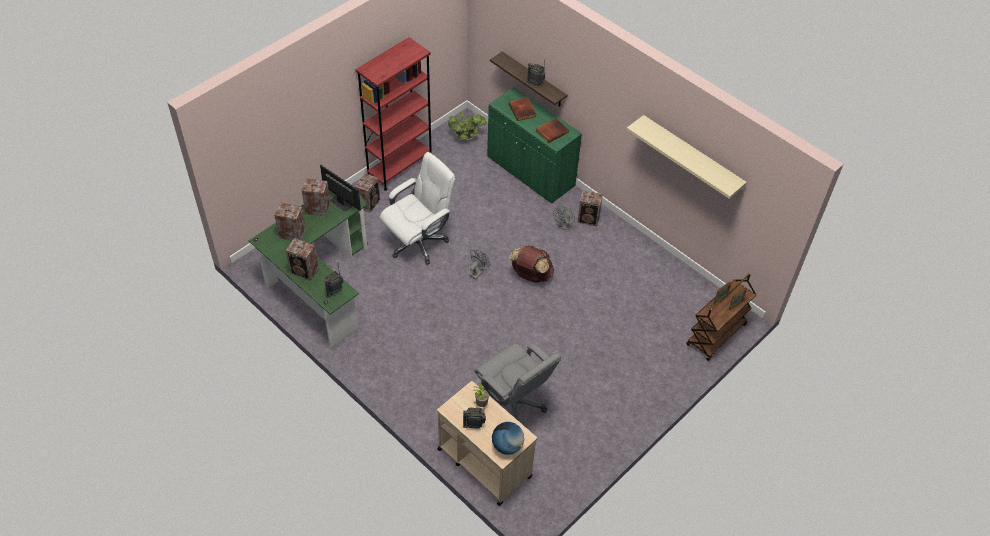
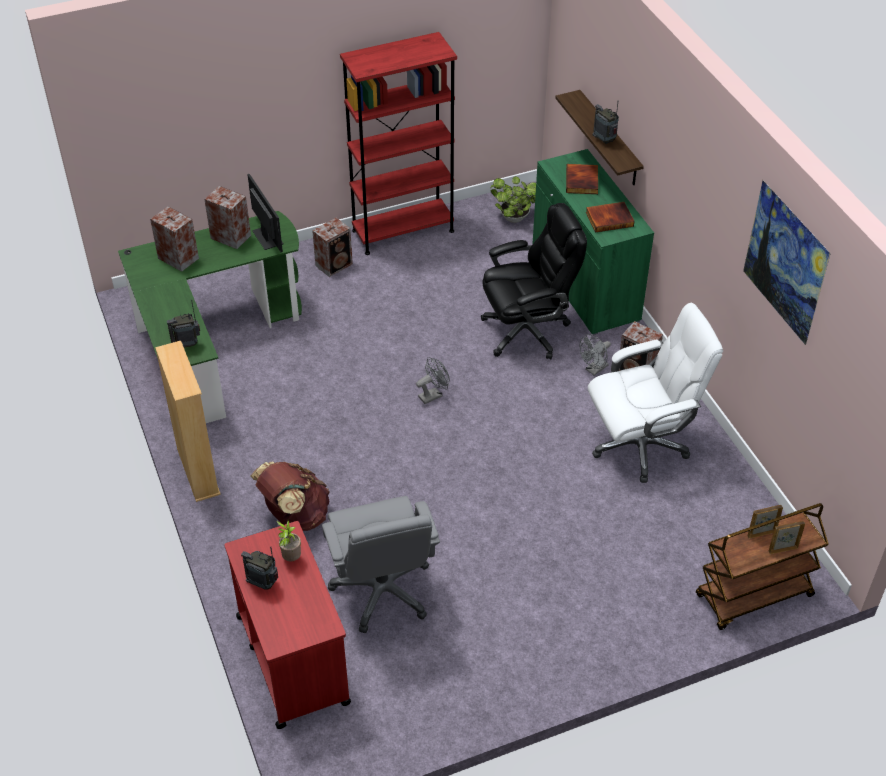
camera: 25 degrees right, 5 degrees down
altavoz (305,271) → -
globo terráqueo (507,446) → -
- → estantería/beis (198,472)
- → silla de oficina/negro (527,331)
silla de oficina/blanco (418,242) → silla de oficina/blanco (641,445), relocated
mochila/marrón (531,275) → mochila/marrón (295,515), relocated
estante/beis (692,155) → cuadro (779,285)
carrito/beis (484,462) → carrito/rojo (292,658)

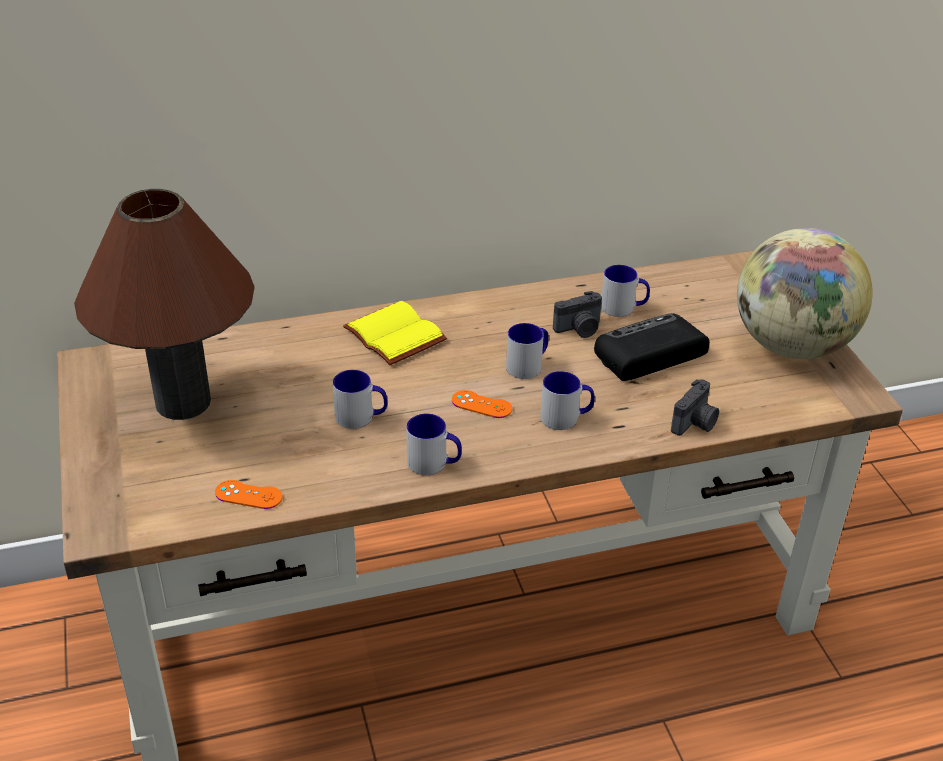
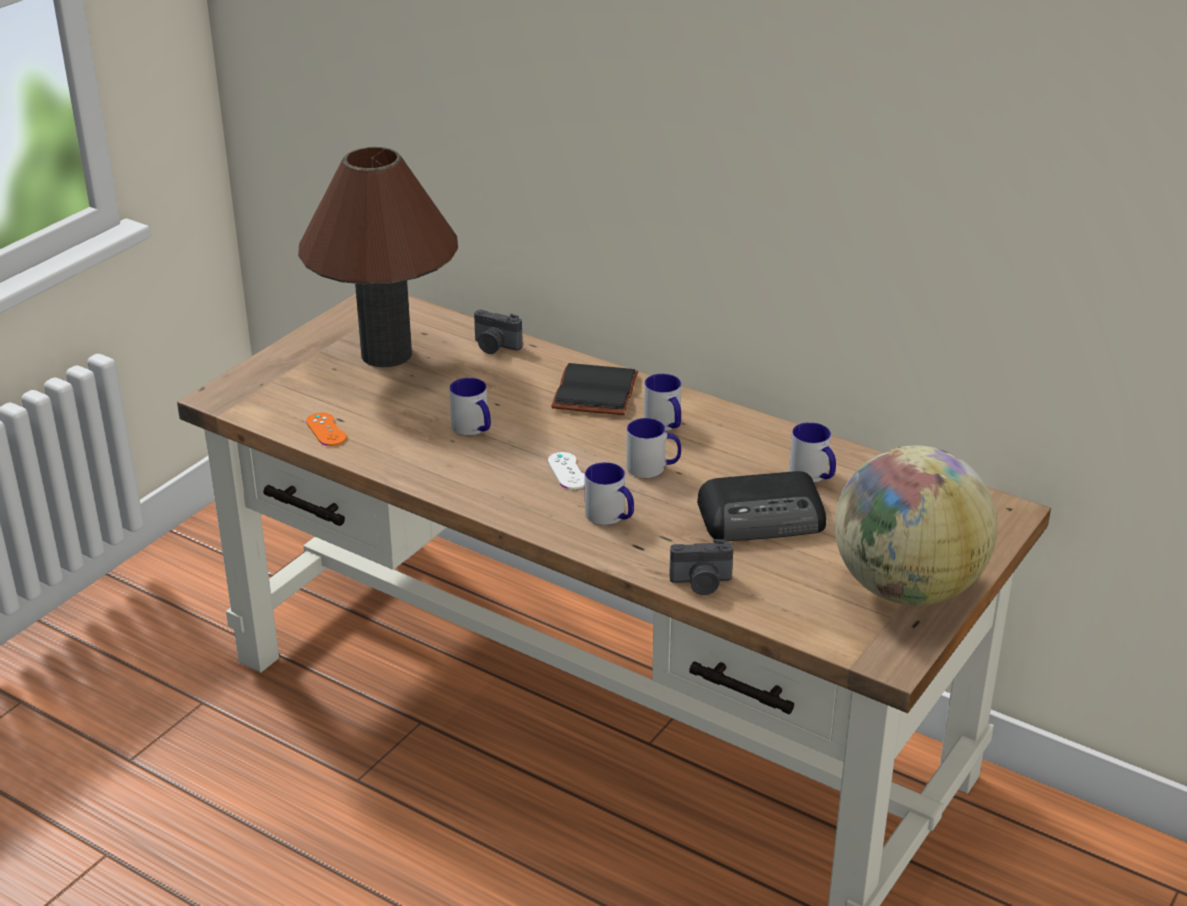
camera: 50 degrees right, 5 degrees down
taza grande (434,463) → taza grande (665,425), relocated
cámara (579,329) → cámara (495,346), relocated
libro/amarillo (391,335) → libro/negro (593,391)
mando de consola/naranja (481,404) → mando de consola/blanco (567,471)
radio (648,354) → radio (764,517), 150 degrees clockwise

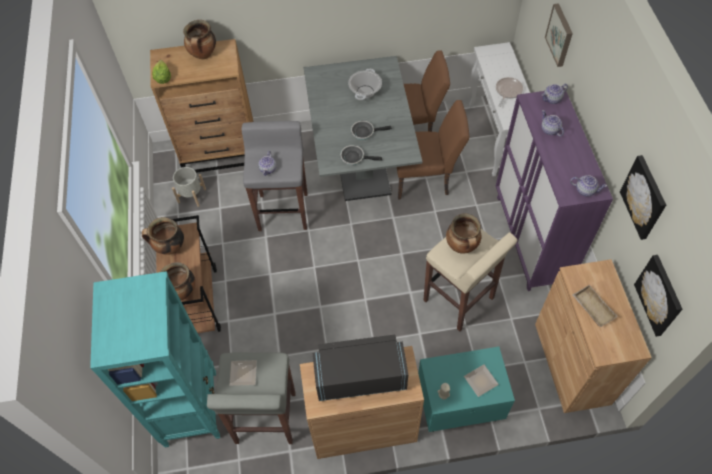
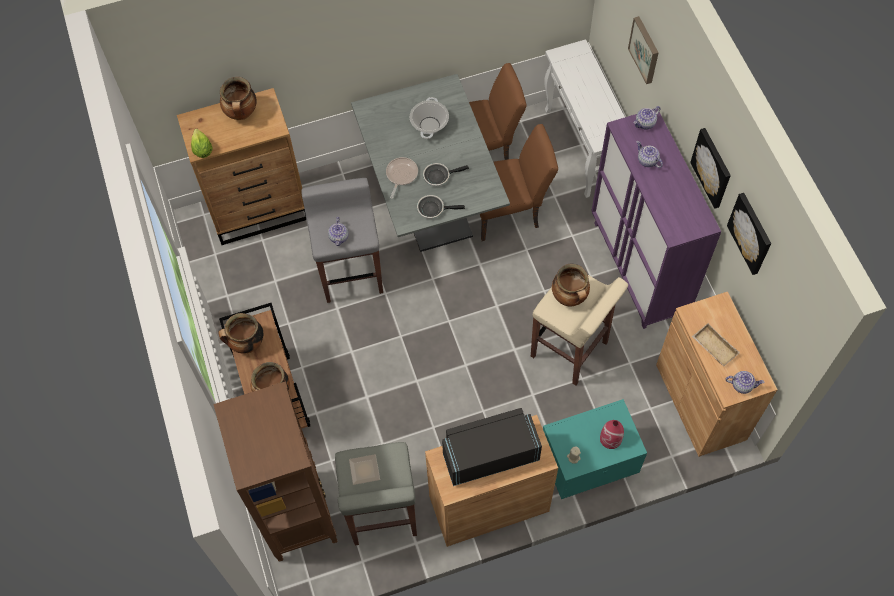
camera: 10 degrees left, 5 degrees up
maceta/gris (191,195) → -
sartén (507,91) → sartén (401,175), relocated
tetera (585,190) → tetera (742,385), relocated
cuadro (660,295) → cuadro (712,167), relocated
plato (482,381) → florero/rojo (611,438)
estantería/turquesa (191,408) → estantería/marrón (298,515)

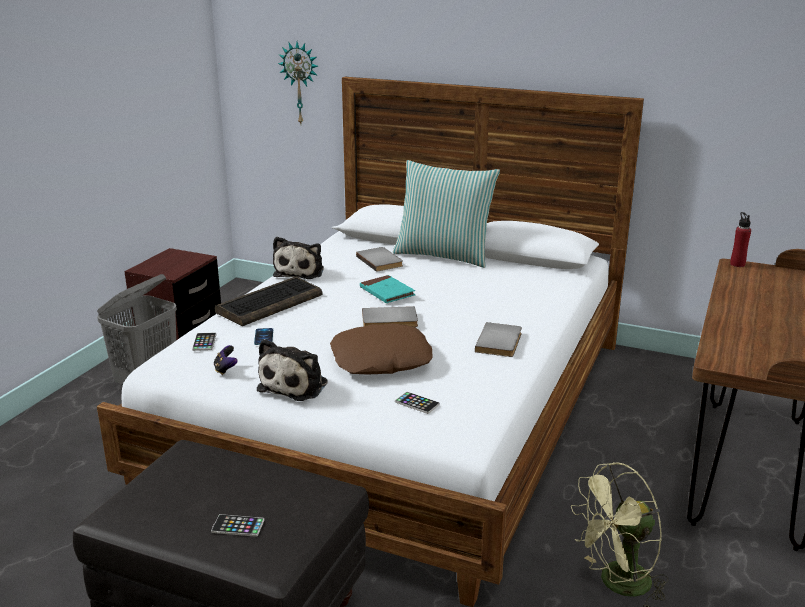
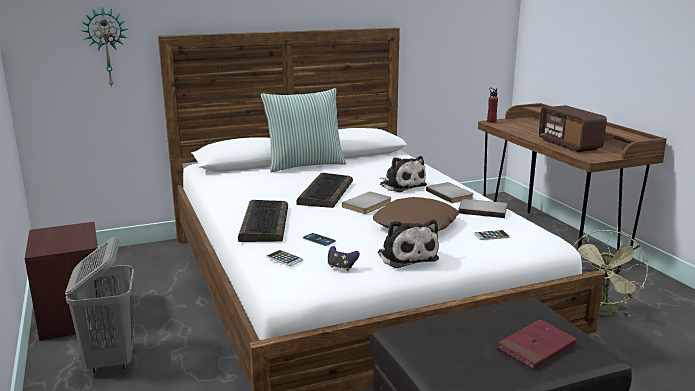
camera: 45 degrees left, 5 degrees down
- → radio (569,144)
peluche (300,271) → peluche (401,185), relocated
libro/gris (381,261) → libro/gris (483,210), relocated
móvil (238,526) → libro/rojo (536,347)
libro/turquesa (387,292) → teclado (325,192)

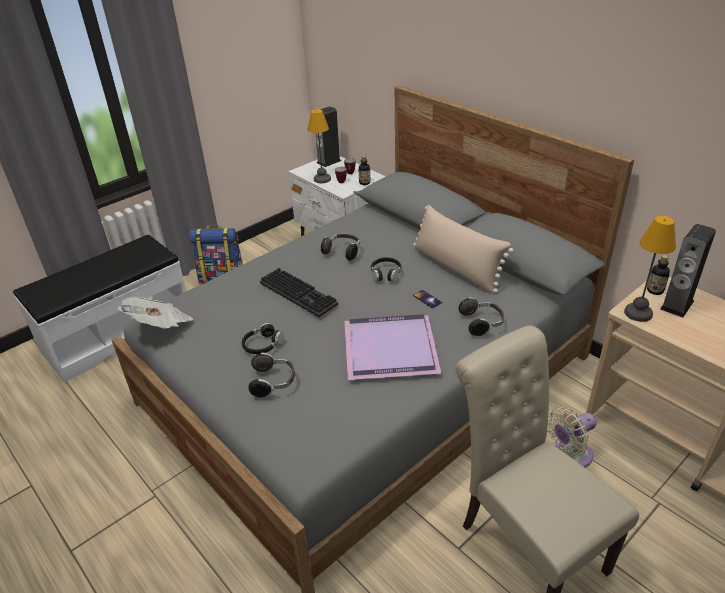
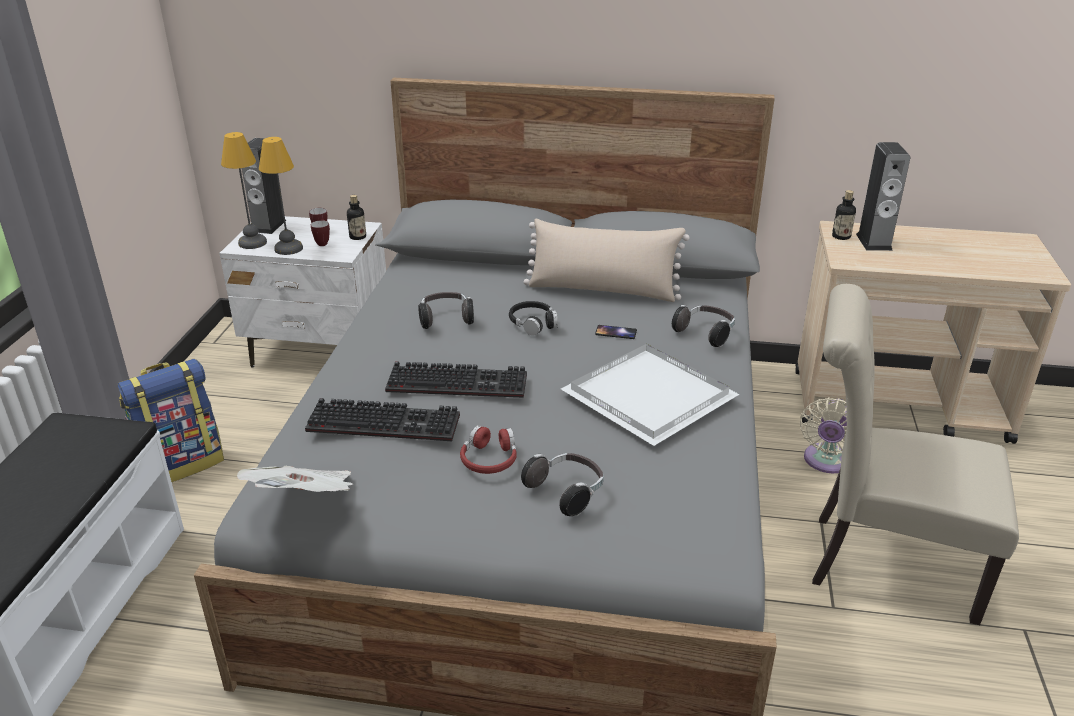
camera: 40 degrees left, 5 degrees down
- → teclado (387,422)
lámpara de mesa (638,313) → lámpara de mesa (252,243), relocated
auriculares/negro (262,345) → auriculares/rojo (489,459)
bandeja/morado (388,348) → bandeja/blanco (645,396)

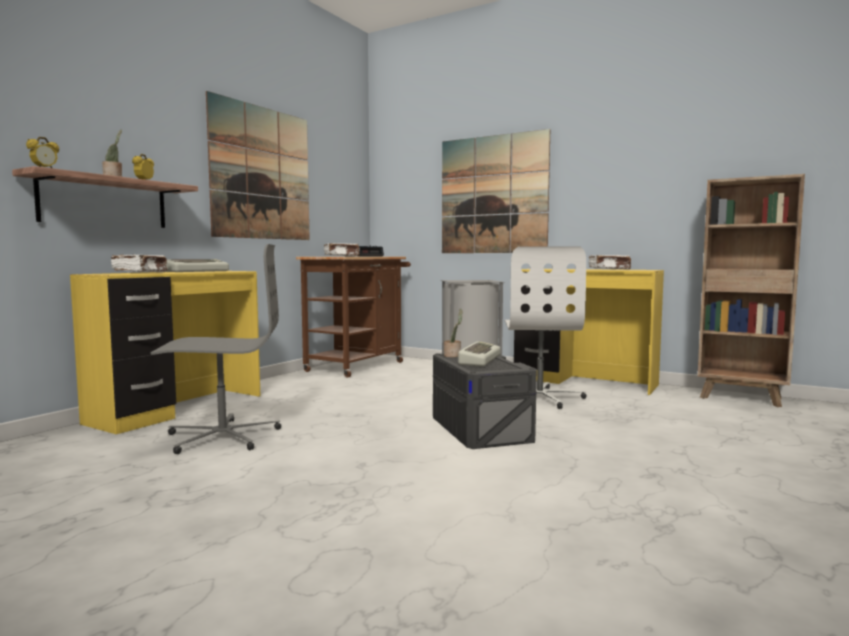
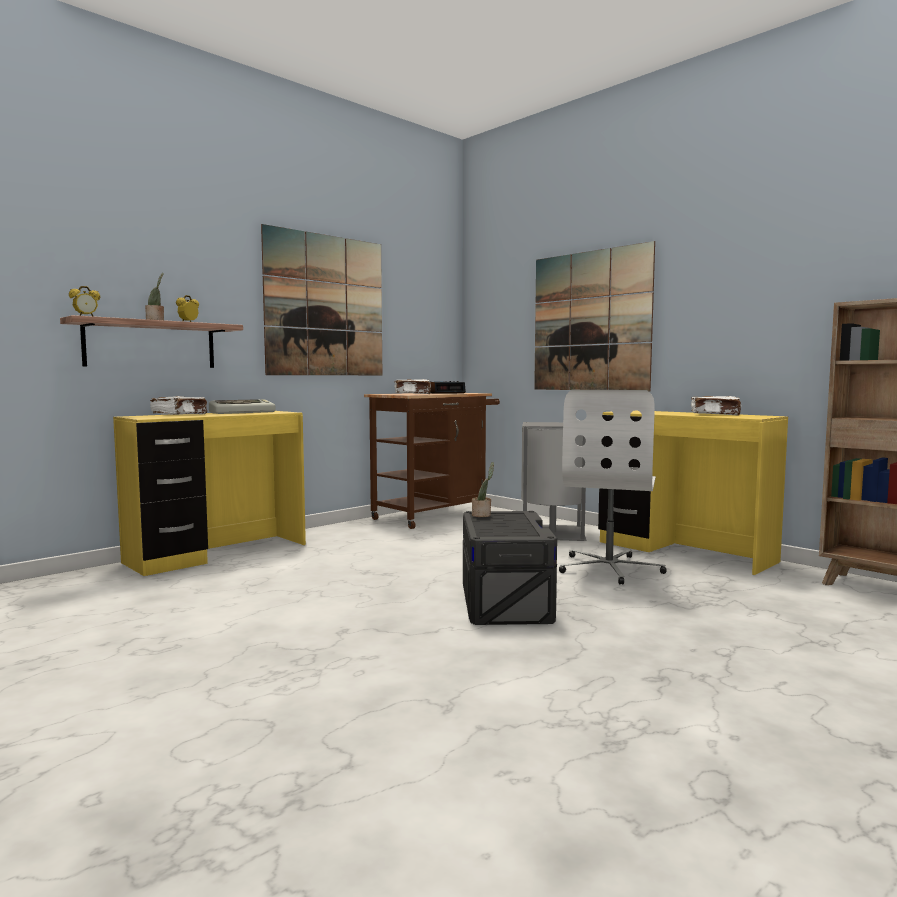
camera: 15 degrees right, 0 degrees up
silla de oficina/gris (222,436) → -
teclado (478,359) → -

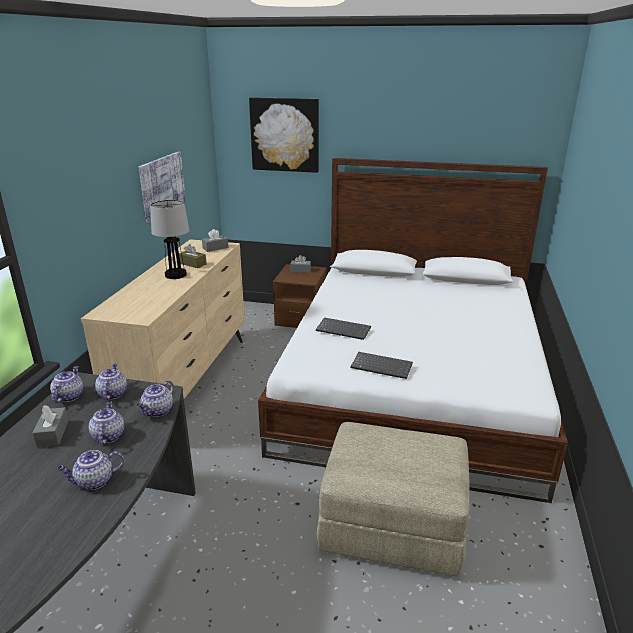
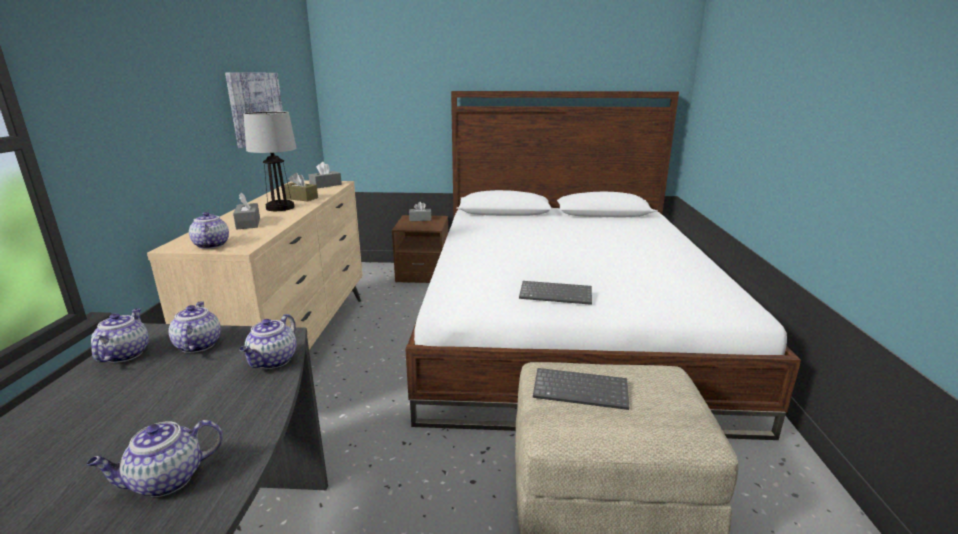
camera: 10 degrees left, 5 degrees down
cuadro (285,135) → -
caja de pañuelos/gris (53,433) → caja de pañuelos/gris (248,223), relocated
tetera (108,436) → tetera (211,245), relocated
teclado (344,329) → teclado (581,390), relocated

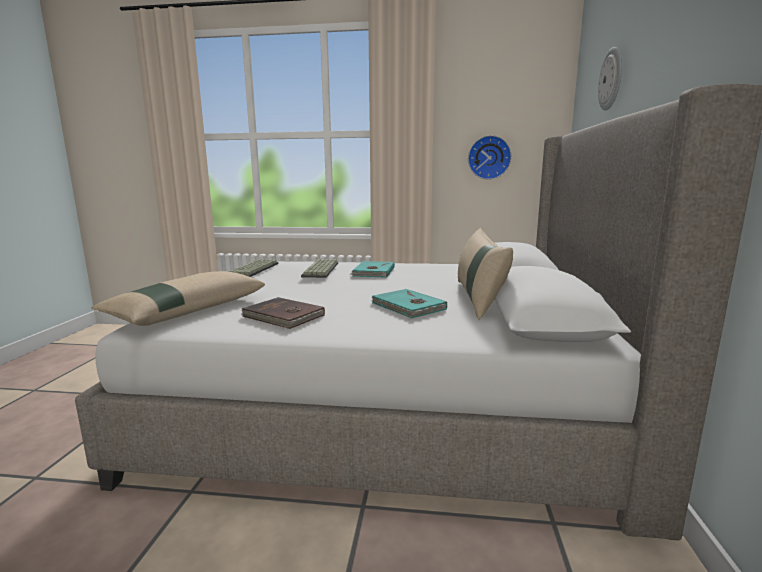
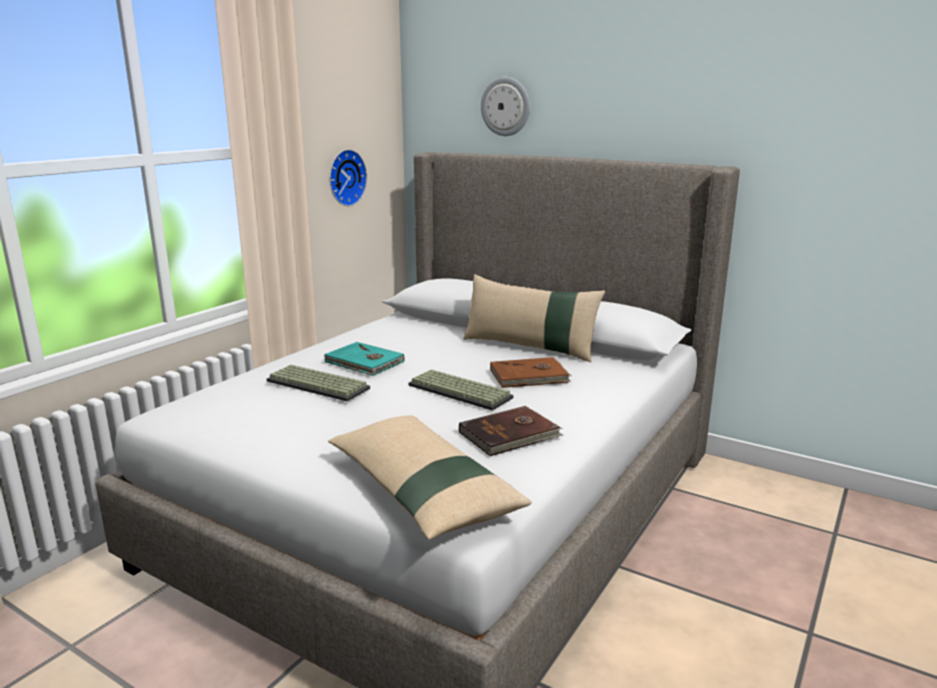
camera: 65 degrees left, 5 degrees up
teclado (254,270) → teclado (461,391), relocated
libro/turquesa (408,306) → libro/marrón (529,376)

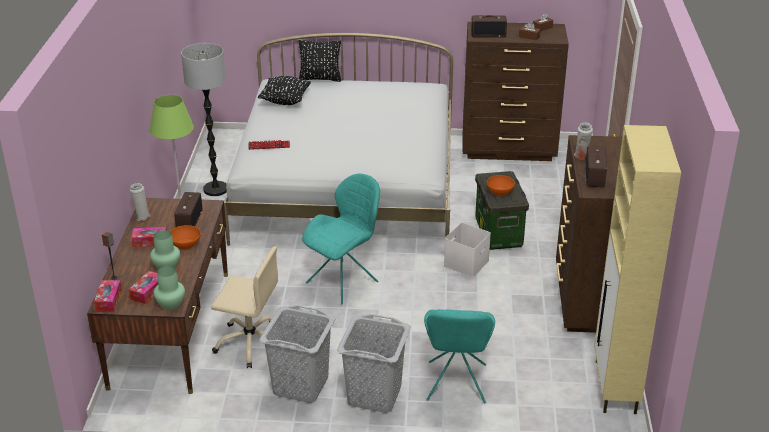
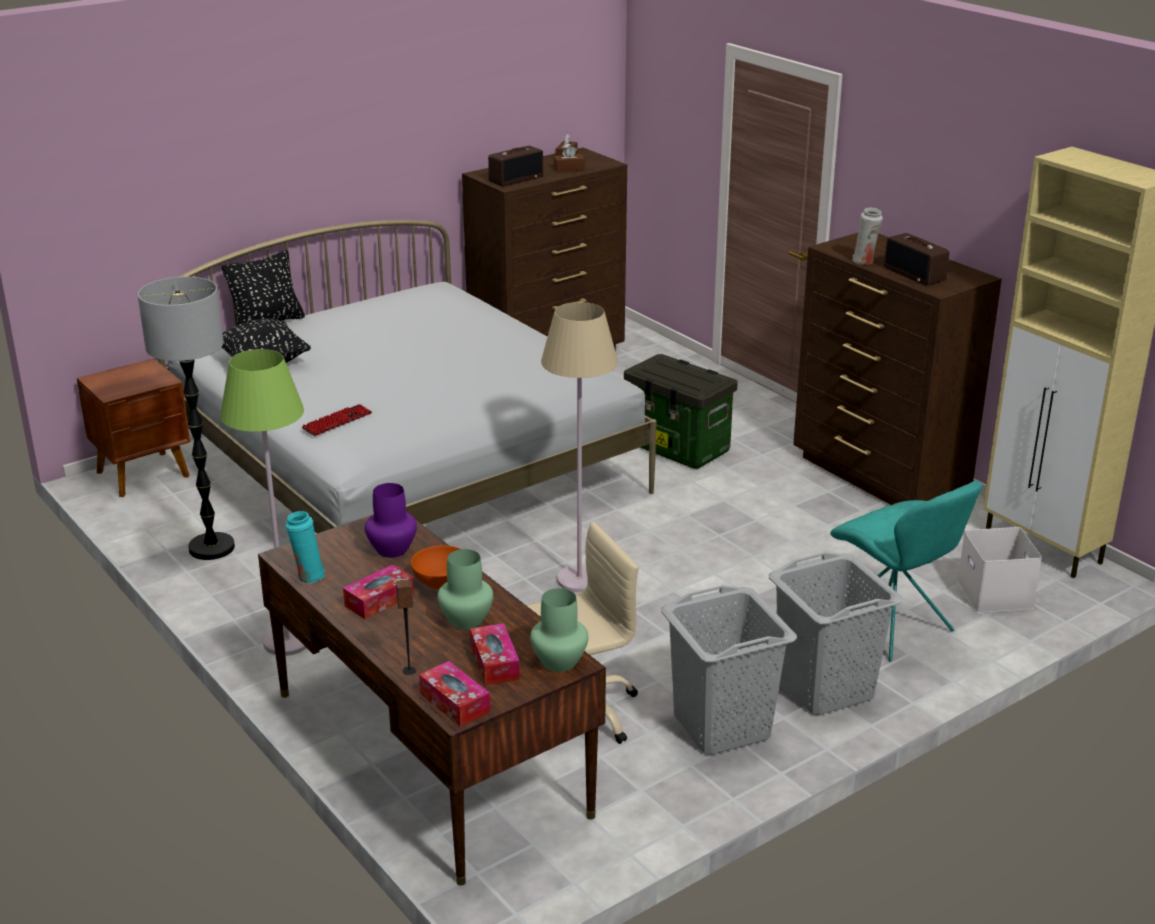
camera: 40 degrees left, 5 degrees down
cuenco/naranja (500,191) → -
- → mesita de noche/marrón (145,474)
caja de almacenaje/blanco (466,264) → caja de almacenaje/blanco (996,595), relocated
radio (189,220) → florero/morado (391,550)
silla/turquesa (344,281) → lámpara de pie/beis (579,580)
florero/blanco (142,217) → florero/turquesa (308,576)

